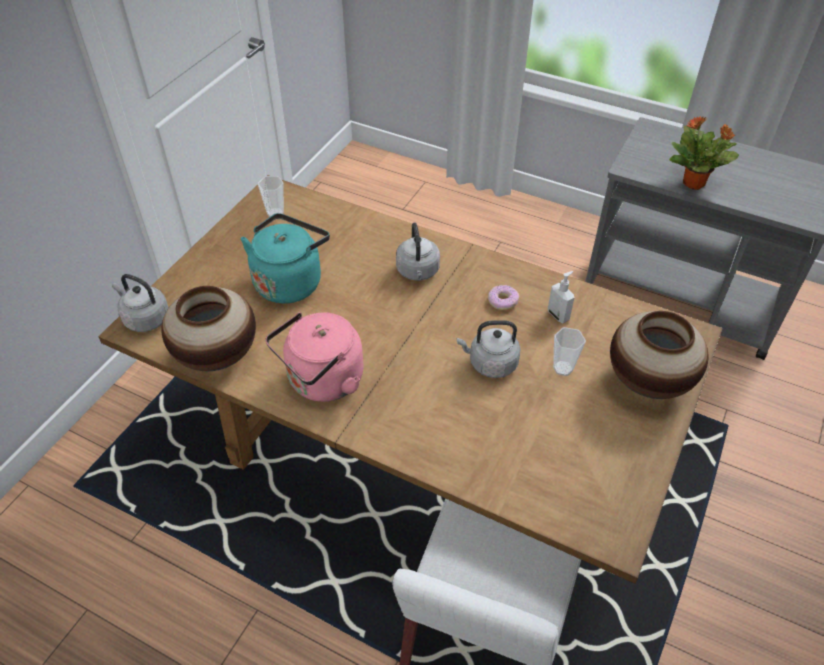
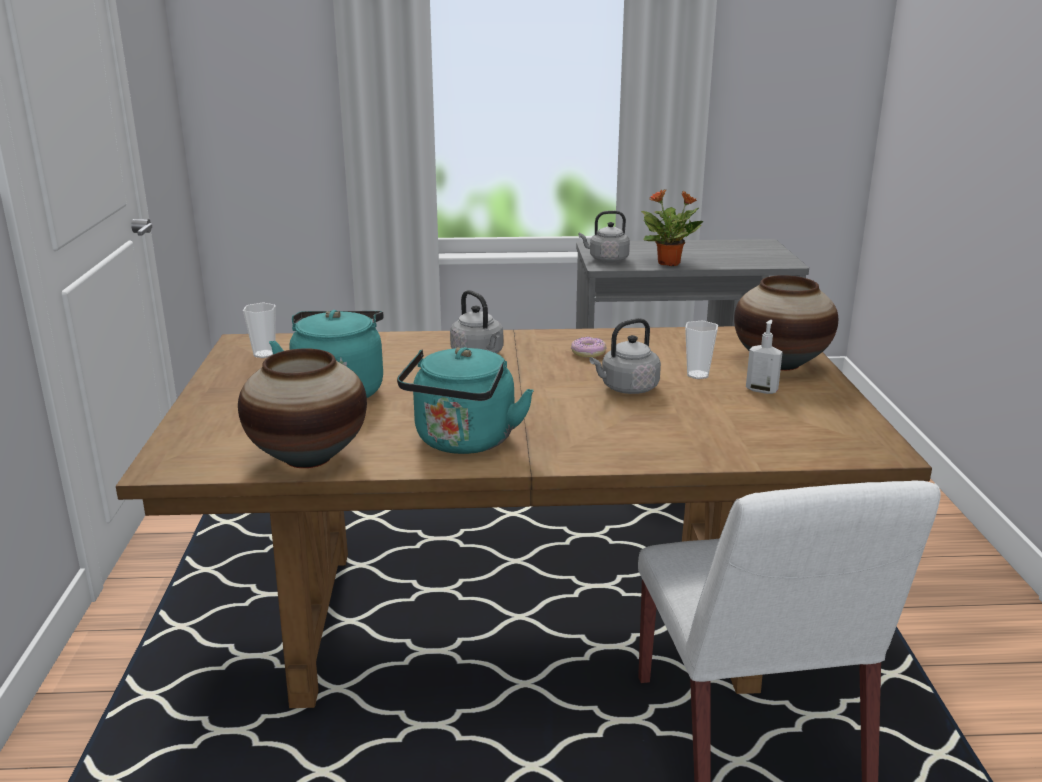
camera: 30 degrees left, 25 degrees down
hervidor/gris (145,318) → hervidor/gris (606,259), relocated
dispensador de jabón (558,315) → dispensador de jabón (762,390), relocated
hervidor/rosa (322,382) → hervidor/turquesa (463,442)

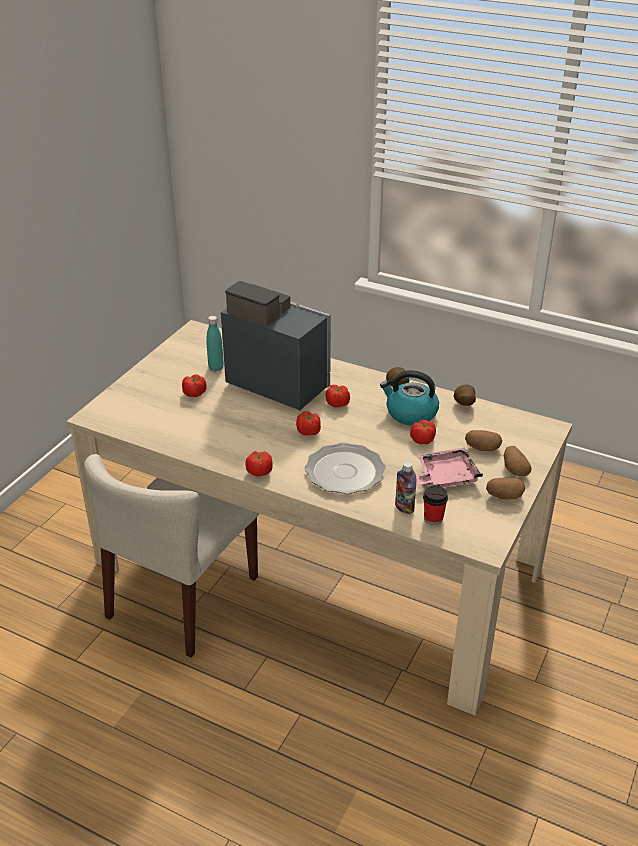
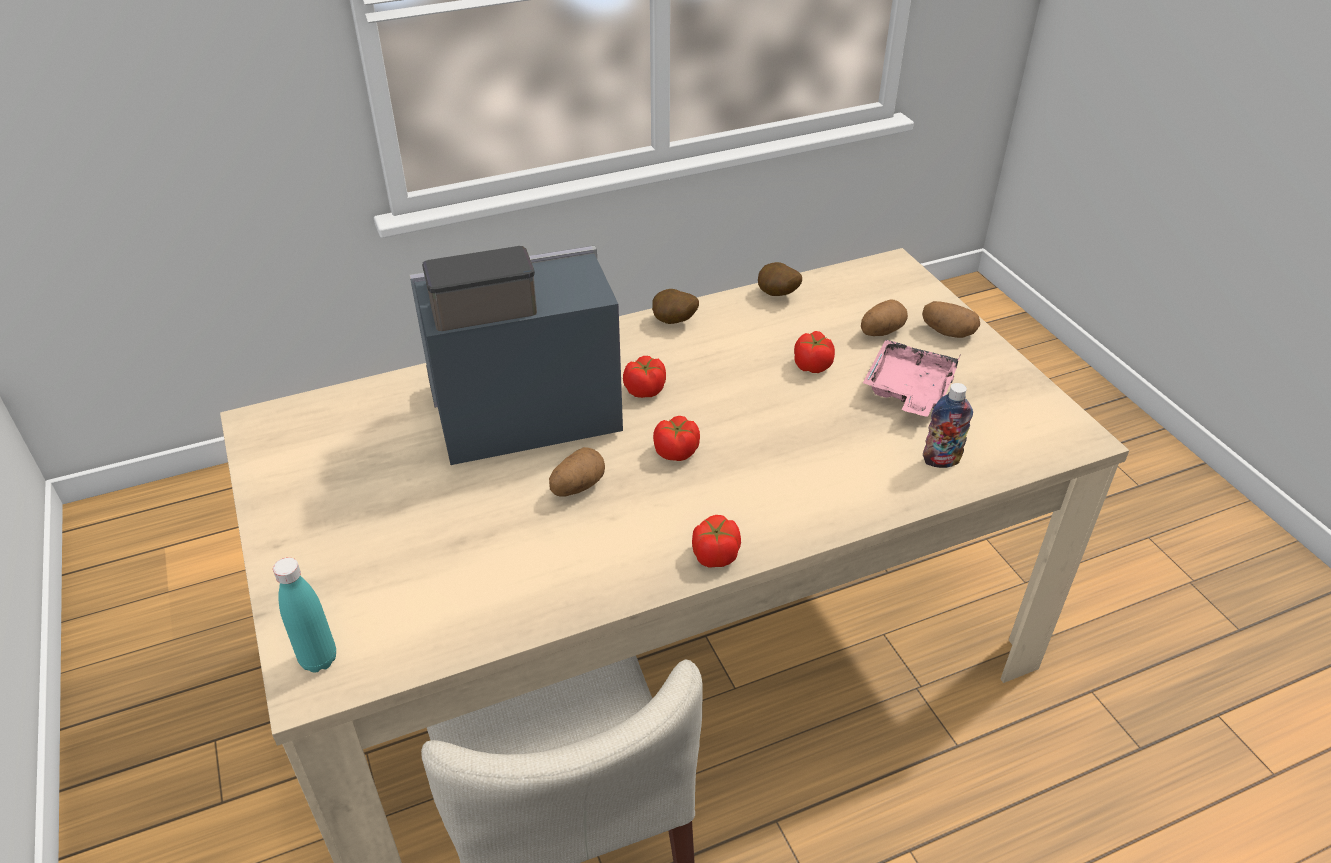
camera: 50 degrees left, 5 degrees up
tomate (195,393) → -
plato (345,471) → -
hervidor (410,413) → -
taza (433,518) → -
botella/turquesa (216,368) → botella/turquesa (319,659), relocated
patata (504,496) → patata (577,486), relocated

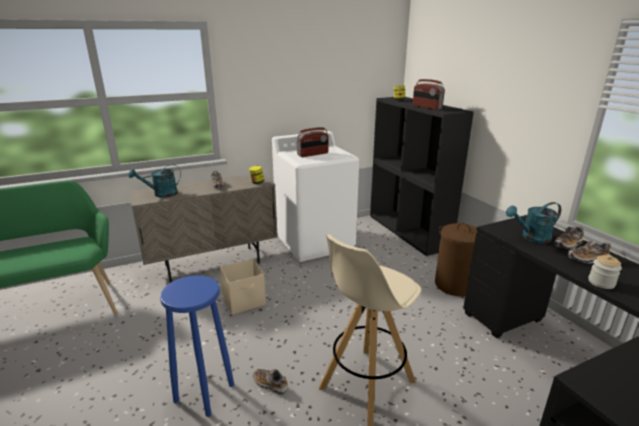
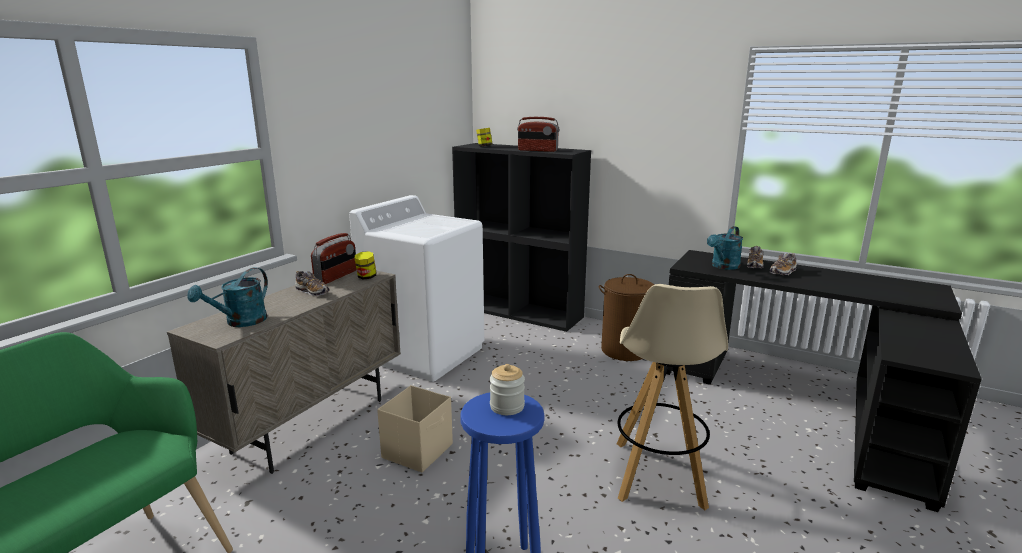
camera: 35 degrees left, 5 degrees down
zapato (270,385) → -
radio (313,154) → radio (336,276), relocated
tarro (601,283) → tarro (507,406), relocated

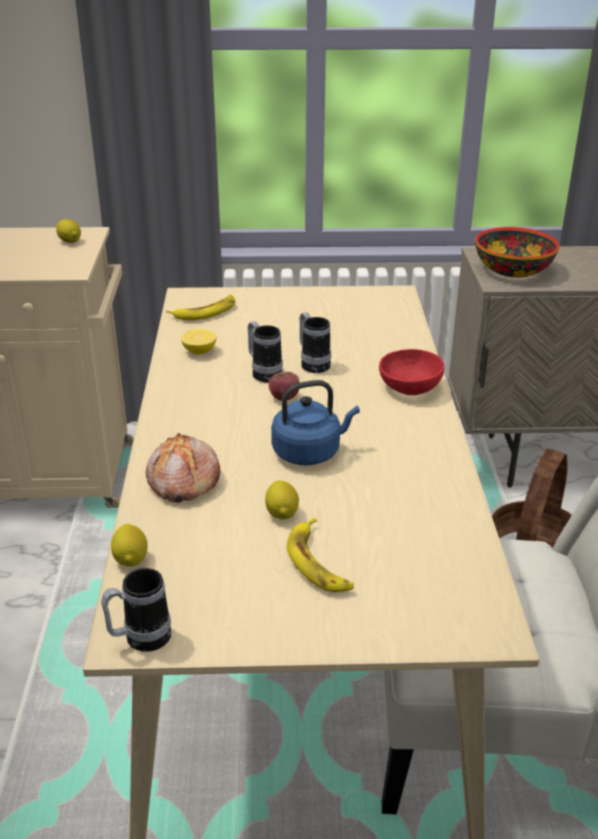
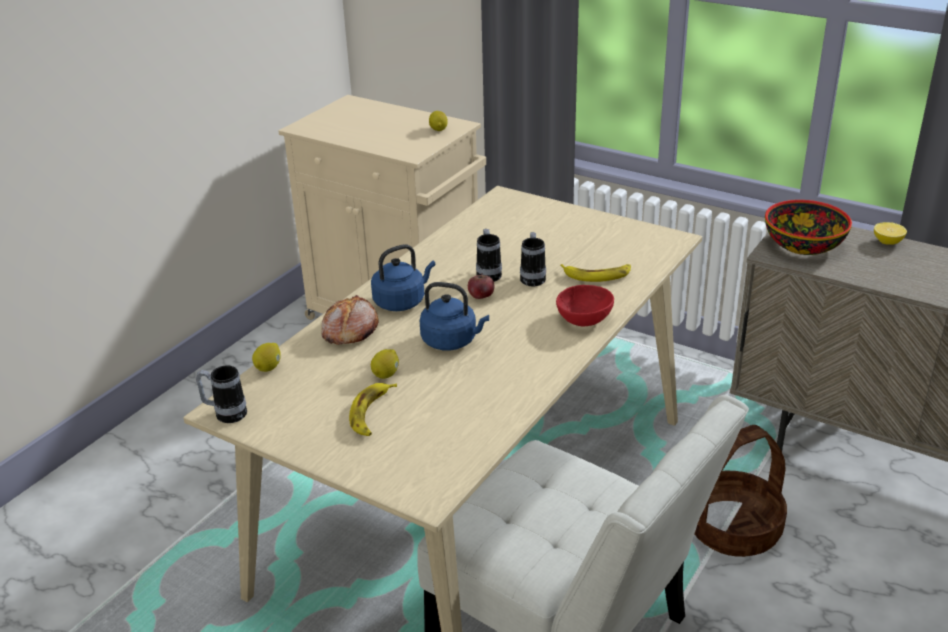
camera: 35 degrees right, 0 degrees up
- → hervidor/azul (402,301)
plátano (205,312) → plátano (597,275), relocated
limón (199,351) → limón (887,242), relocated

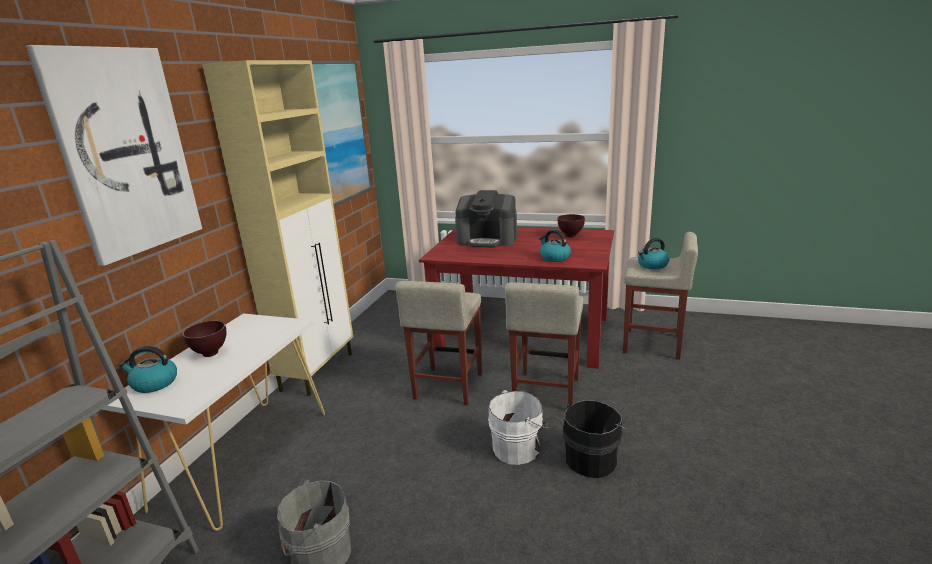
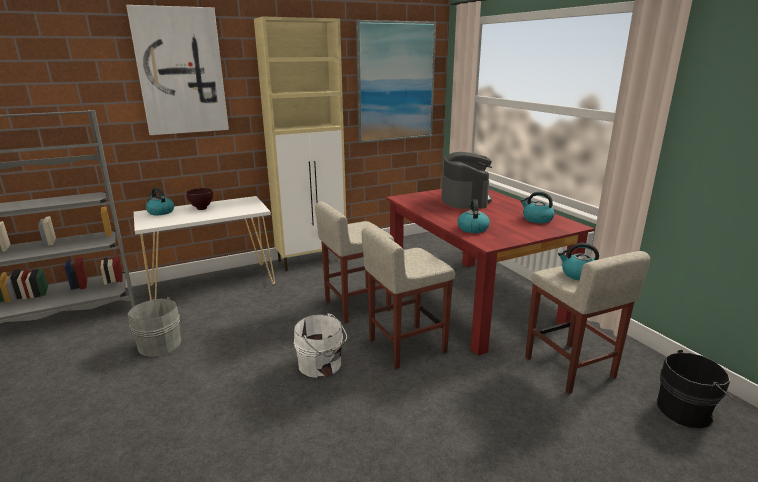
camera: 45 degrees right, 0 degrees up
cubo/negro (592,459) → cubo/negro (687,410), relocated
cuenco/marrón (571,236) → hervidor (537,219)
cafetera (487,239) → cafetera (464,199), 150 degrees counterclockwise

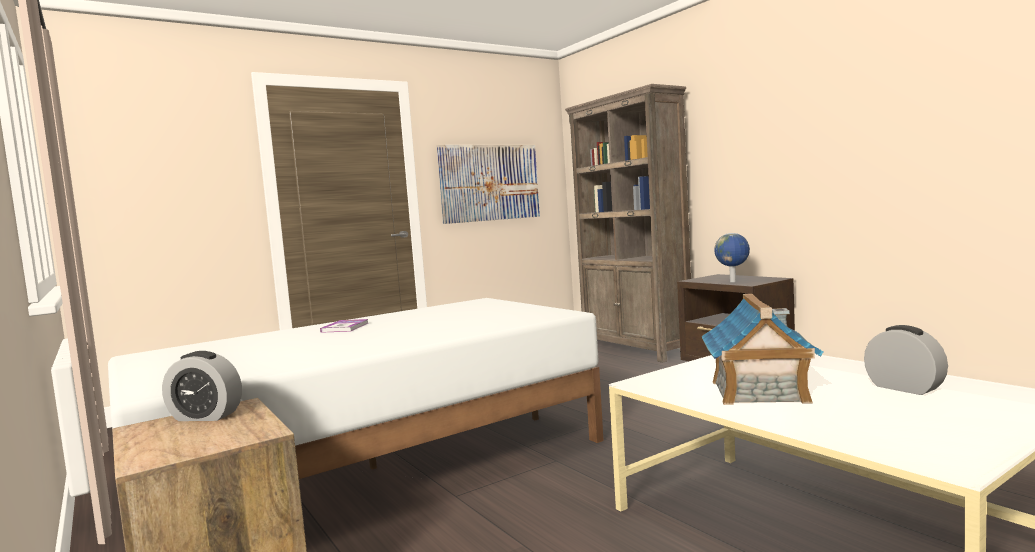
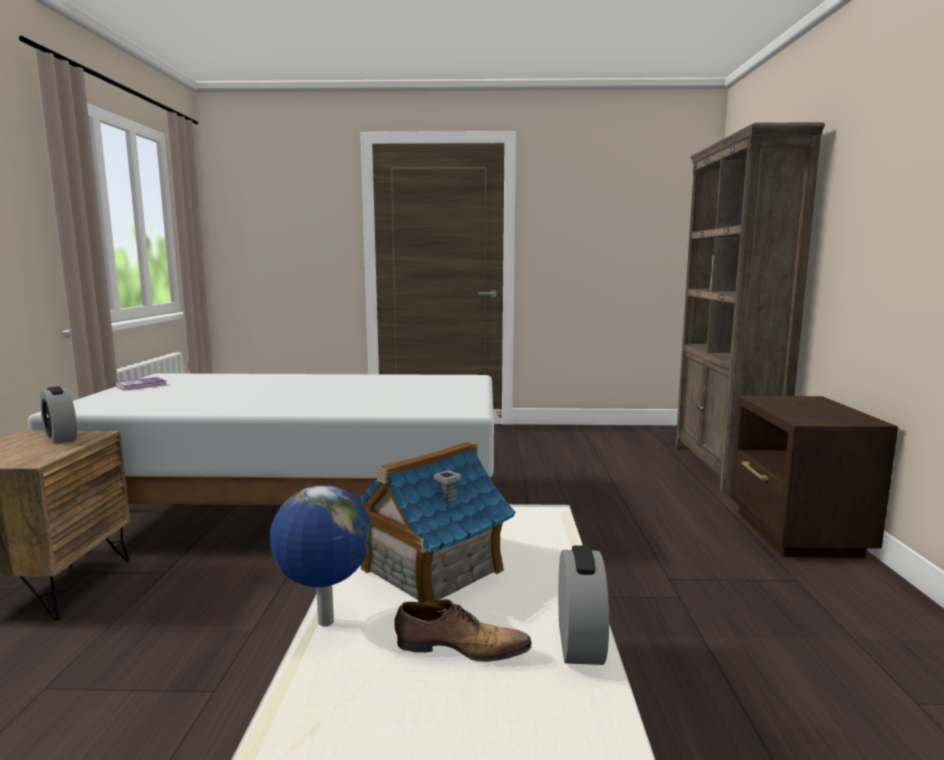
camera: 35 degrees right, 5 degrees up
cuadro (489,183) → -
- → zapato (459,648)
libro (345,327) → libro (141,385), relocated
globo terráqueo (733,281) → globo terráqueo (324,623), relocated

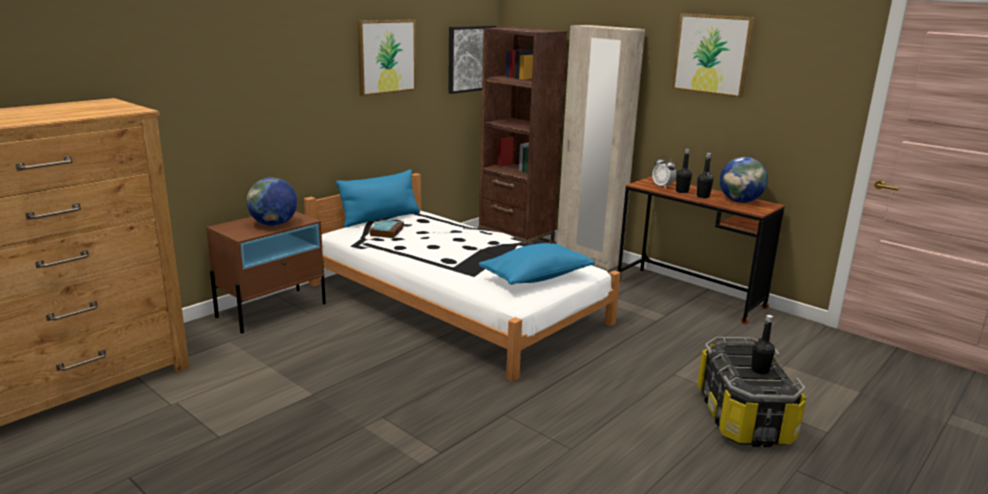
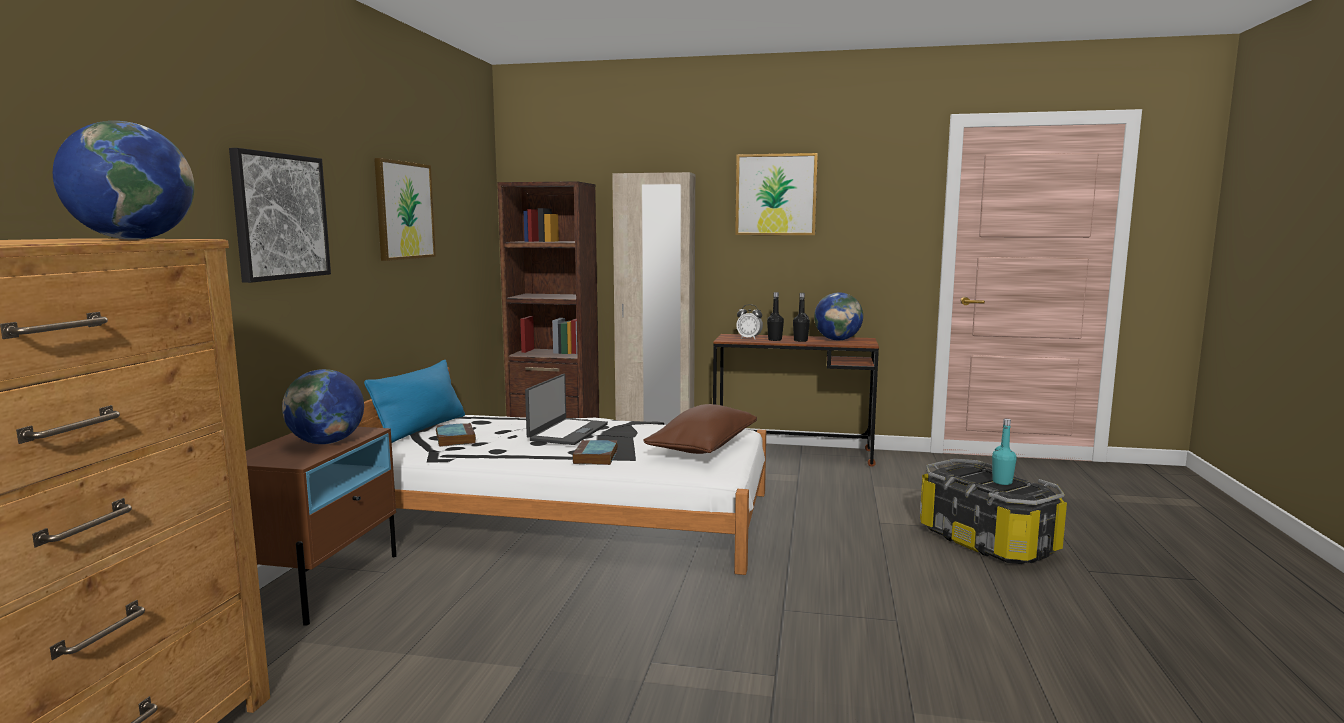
camera: 30 degrees left, 10 degrees down
- → globo terráqueo (133,239)
- → portátil (567,432)
- → libro (596,457)
cuadro (470,58) → cuadro (280,216), relocated
cojín/azul (536,278) → cojín/marrón (703,448)
botella/negro (760,370) → botella/turquesa (1002,482)

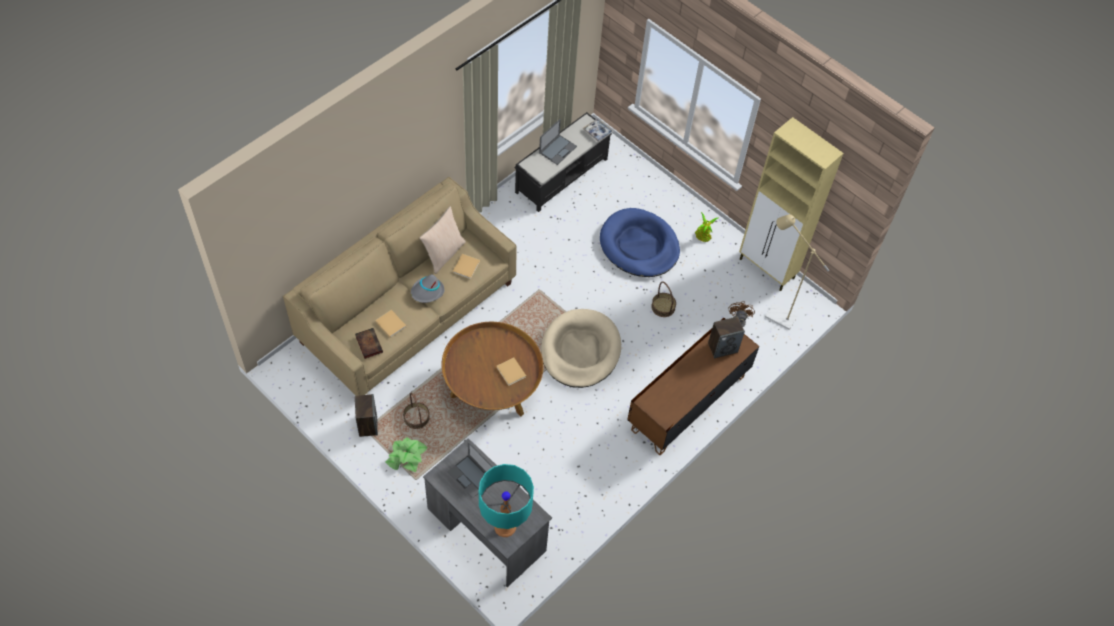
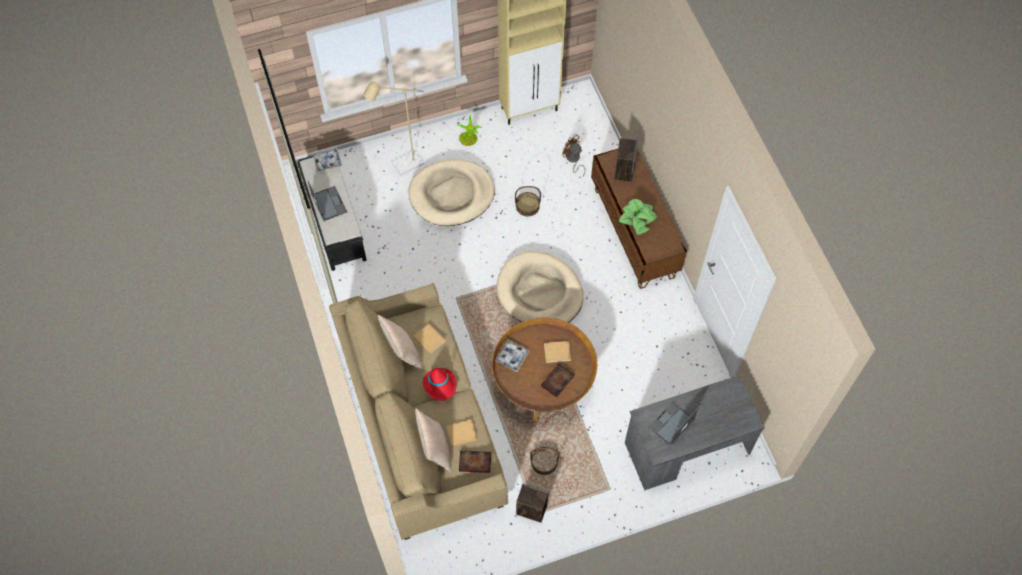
camera: 60 degrees left, 5 degrees up
lámpara de mesa/turquesa (505,527) → -
- → cojín/beis (435,449)
- → bandeja (512,357)
- → libro (557,380)
planta en maceta (406,457) → planta en maceta (637,218), relocated
lámpara de pie/beis (775,314) → lámpara de pie/beis (403,166), relocated
sombrero/gris (427,291) → sombrero/rojo (440,385)
cama para perro/azul (639,246) → cama para perro/beis (451,194)
portátil (471,476) → portátil (671,424), 150 degrees clockwise

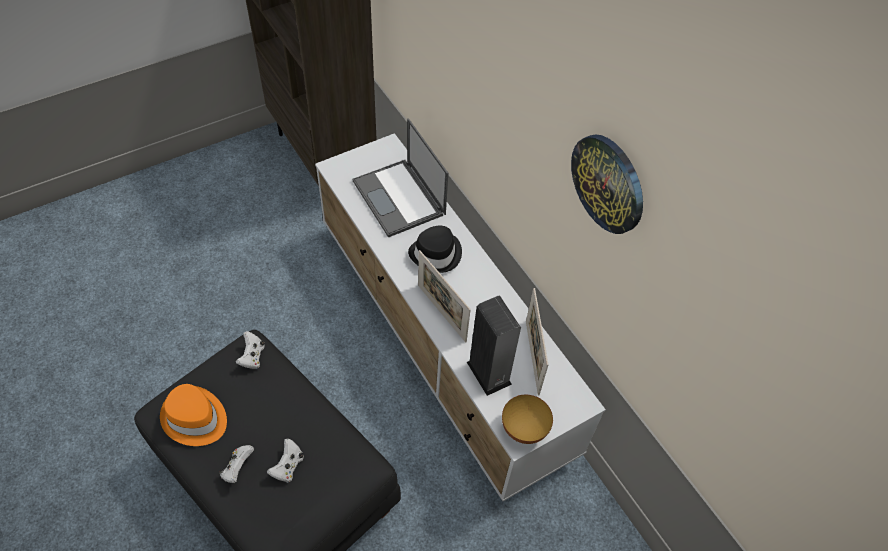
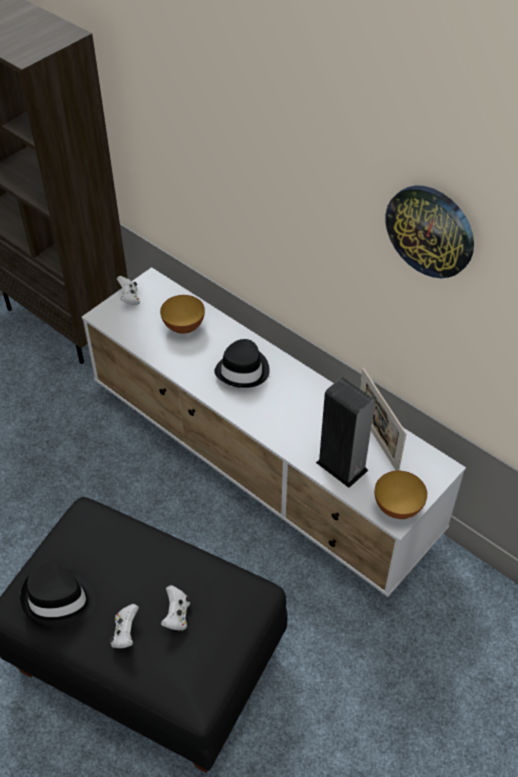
camera: 15 degrees left, 5 degrees down
portarretratos (441,313) → -
mando de consola/blanco (252,357) → mando de consola/blanco (129,298), relocated
portátil (400,198) → cuenco (184,327)
sombrero/naranja (194,419) → sombrero/negro (58,599)

